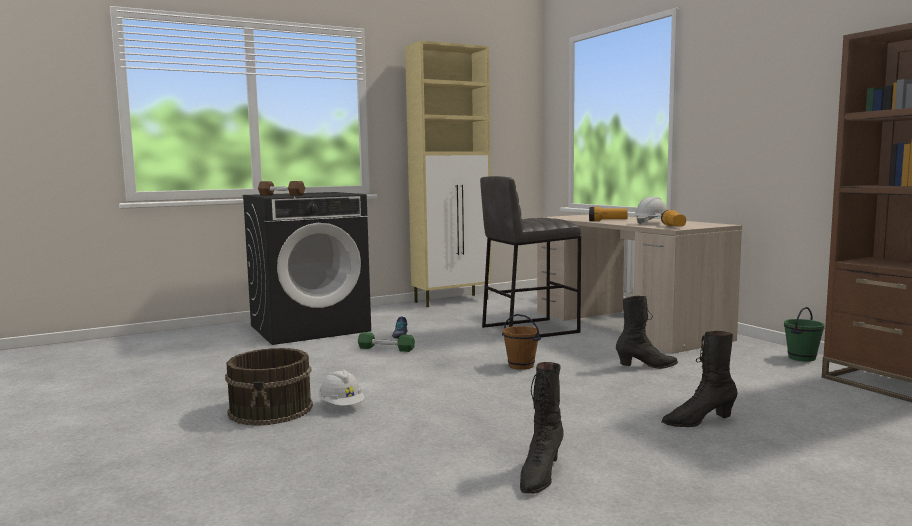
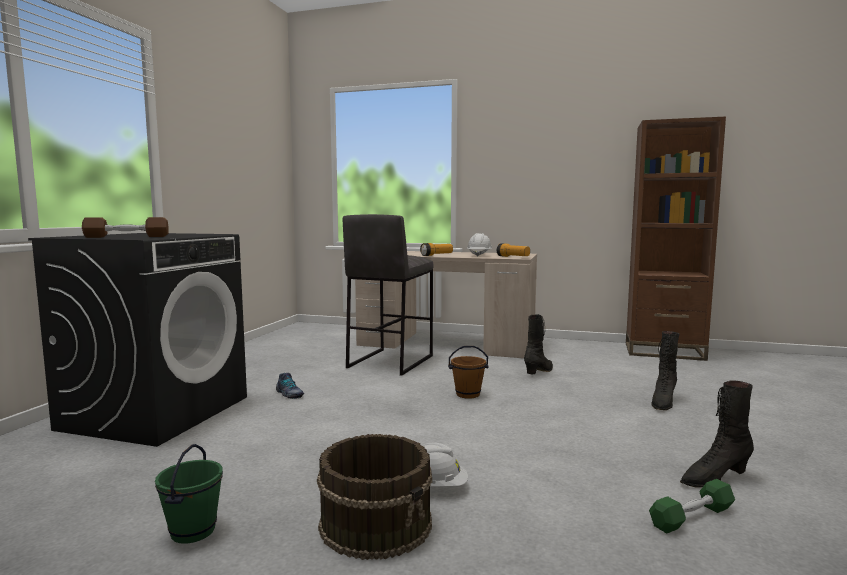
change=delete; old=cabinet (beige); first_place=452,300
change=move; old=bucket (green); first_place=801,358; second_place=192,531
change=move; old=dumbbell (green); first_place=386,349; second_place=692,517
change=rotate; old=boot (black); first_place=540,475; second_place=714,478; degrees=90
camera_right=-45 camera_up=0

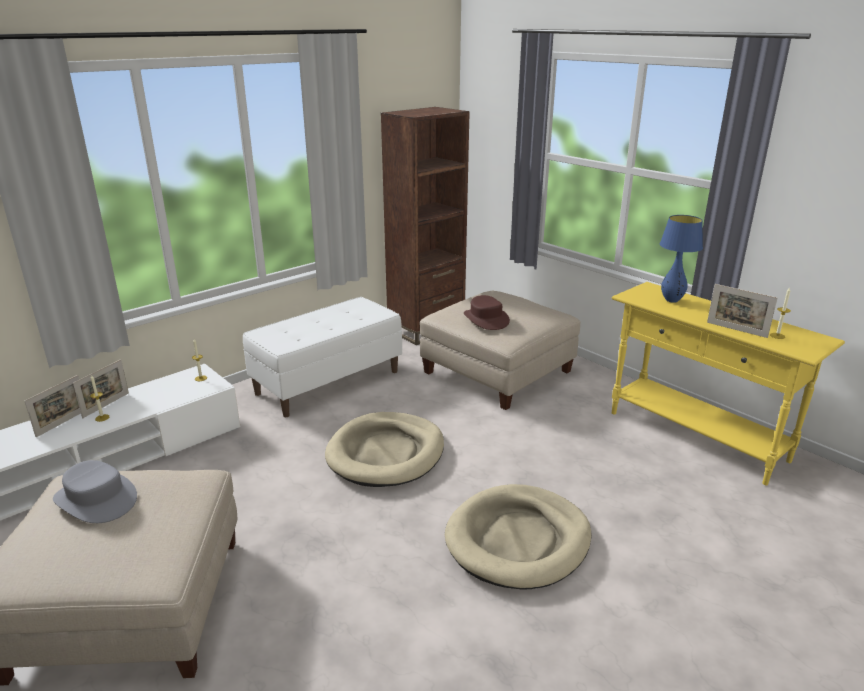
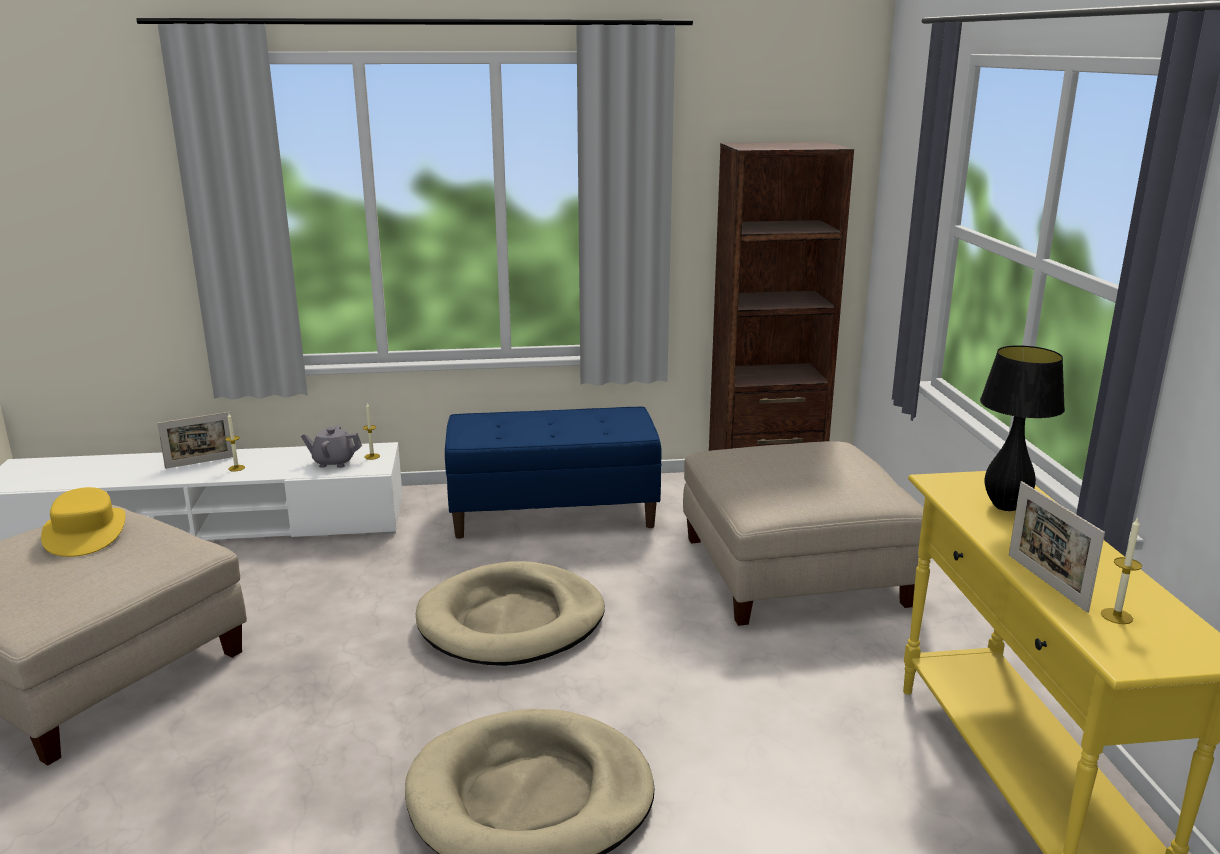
change=recolor; old=table lamp (blue); new=table lamp (black); first_place=671,300; second_place=1005,507
change=delete; old=hat (brown); first_place=485,319
change=recolor; old=bench (white); new=bench (blue); first_place=328,382; second_place=554,513
change=delete; old=picture frame; first_place=106,405
change=recolor; old=hat (grey); new=hat (yellow); first_place=96,499; second_place=86,533
change=insert; new=teapot (grey); second_place=334,462
camera_right=35 camera_up=-5

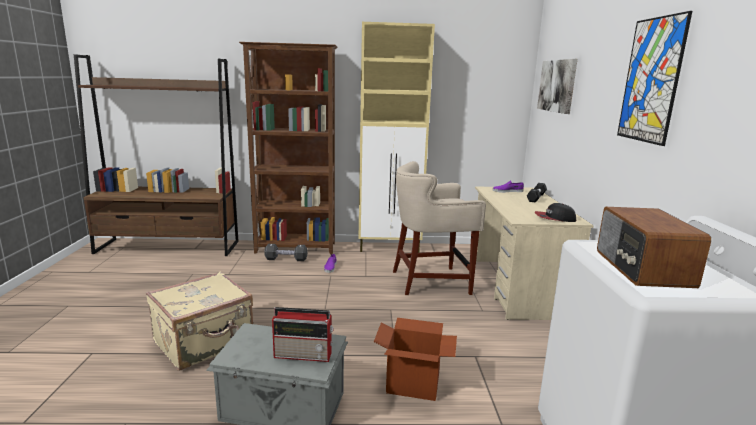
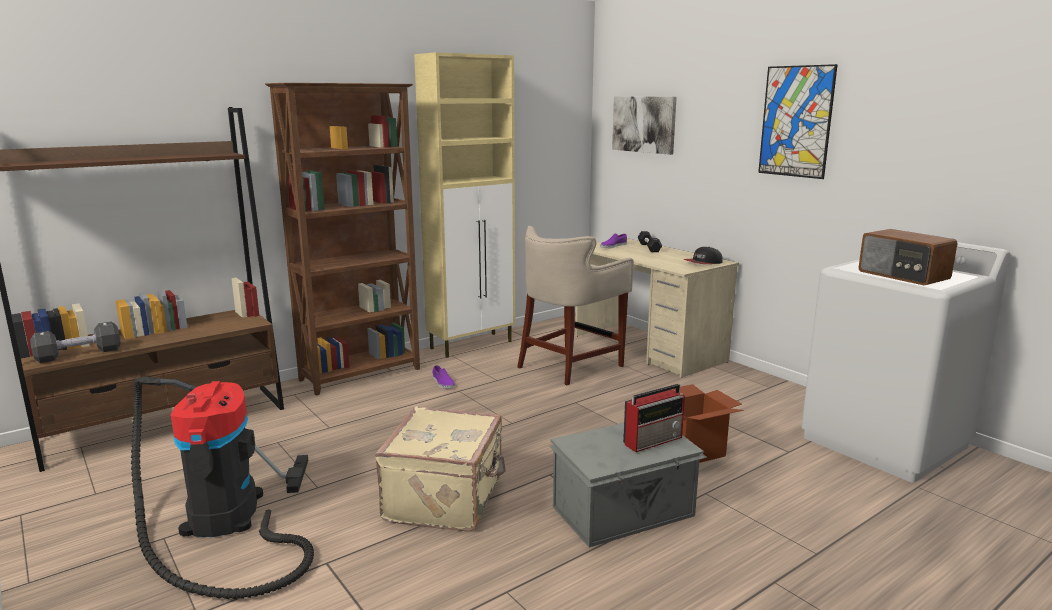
change=move; old=dumbbell (black); first_place=286,259; second_place=79,354
change=insert; new=vacuum cleaner; second_place=223,520
camera_right=-35 camera_up=0

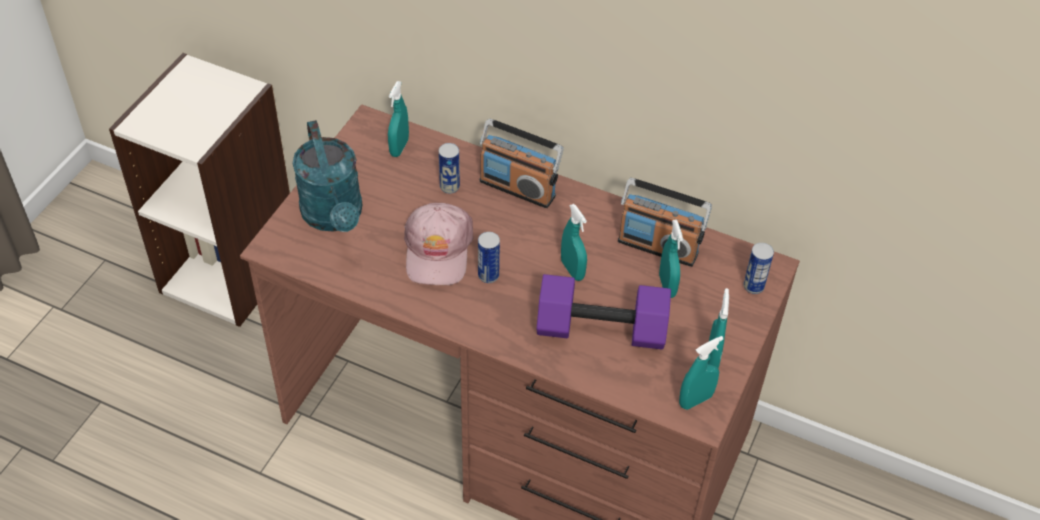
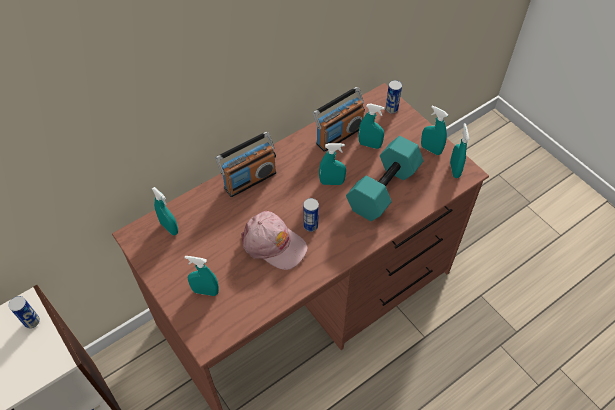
change=replace; old=watering can (turquoise); new=spray bottle (turquoise); first_place=335,217; second_place=205,291
change=move; old=can; first_place=449,187; second_place=32,321
change=recolor; old=dumbbell (purple); new=dumbbell (turquoise); first_place=602,327; second_place=383,188
camera_right=-60 camera_up=5

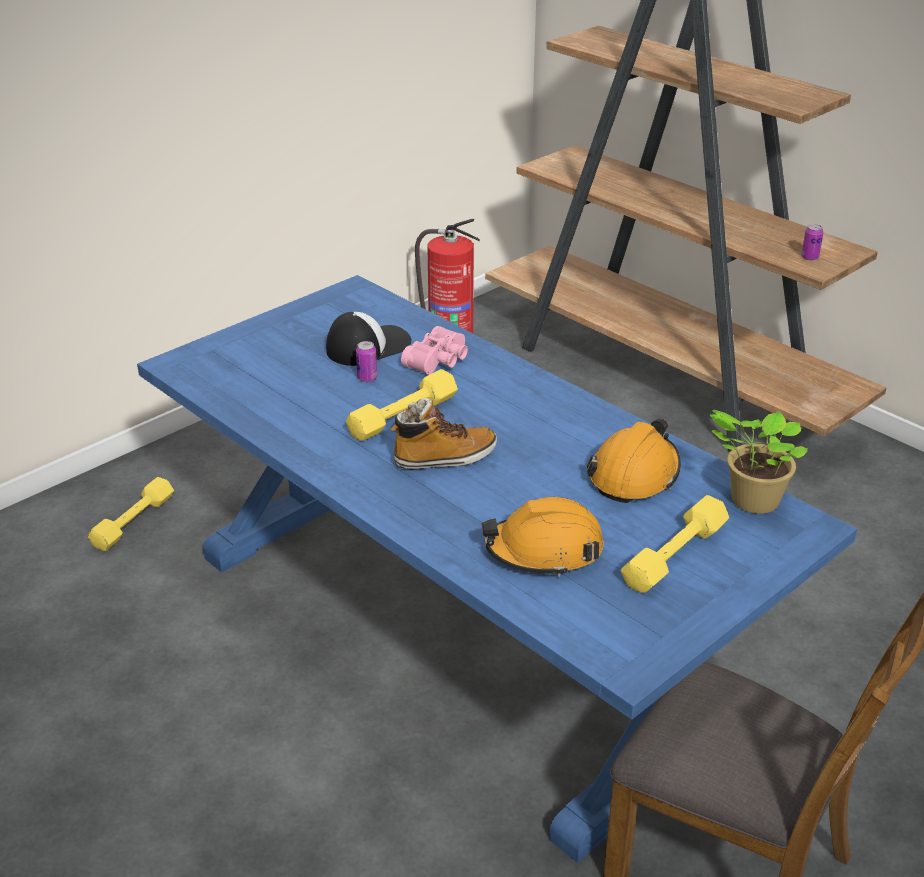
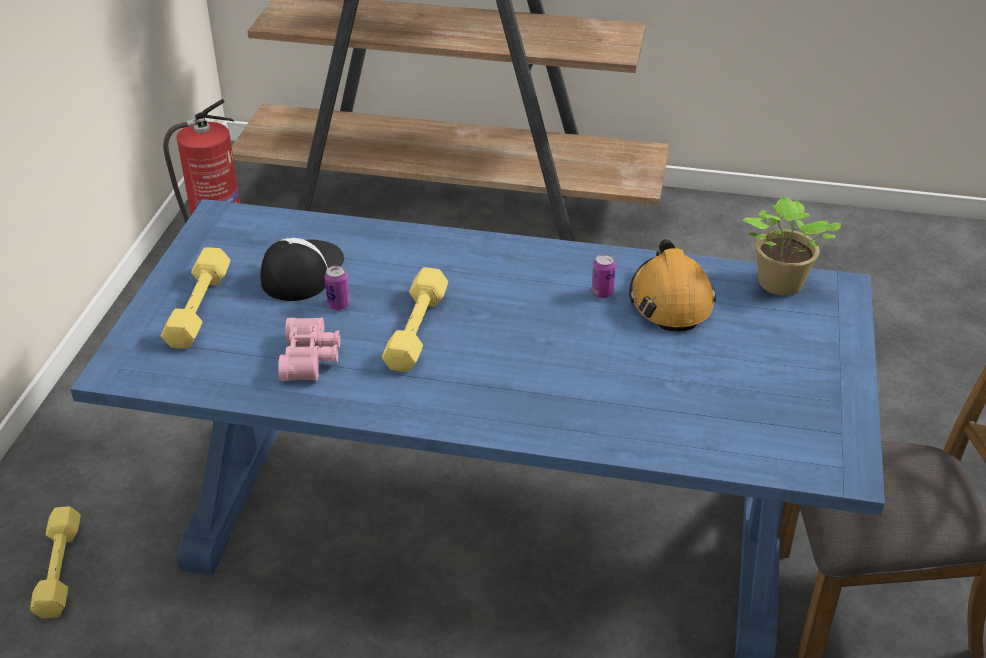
change=move; old=can; first_place=809,257; second_place=602,293
change=move; old=binoculars (pink); first_place=439,361; second_place=312,358
change=delete; old=boot; first_place=444,458
change=move; old=dumbbell (yellow); first_place=675,555; second_place=199,308
change=delete; old=hard hat (orange); first_place=544,550
camera_right=-35 camera_up=5

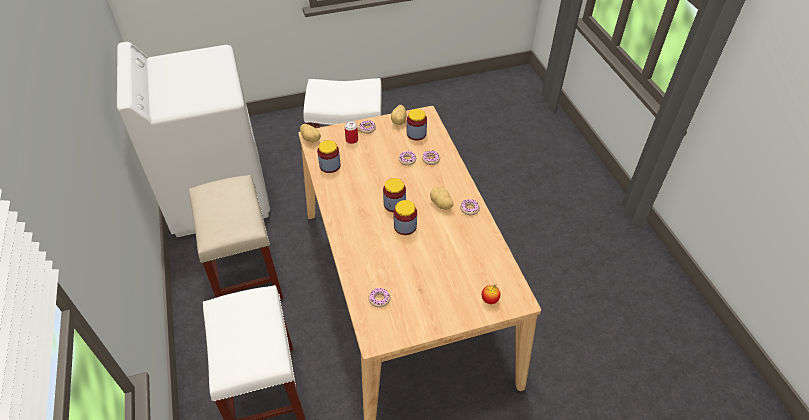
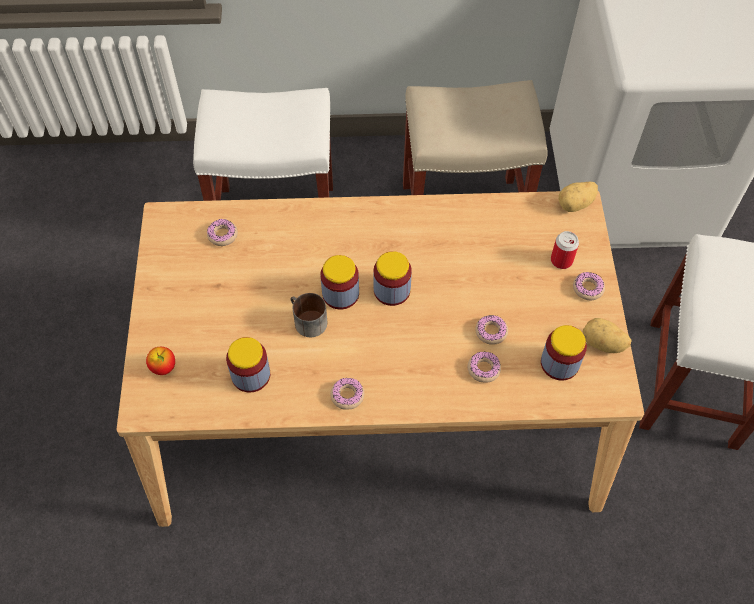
change=move; old=jar; first_place=330,165; second_place=251,375
change=delete; old=potato; first_place=441,204
change=insert; new=mug; second_place=306,321
camera_right=105 camera_up=10

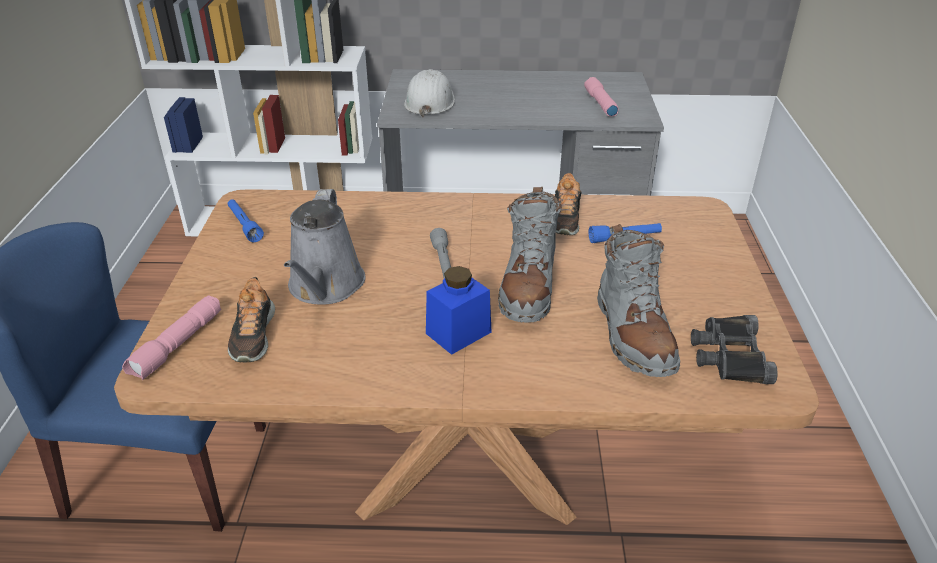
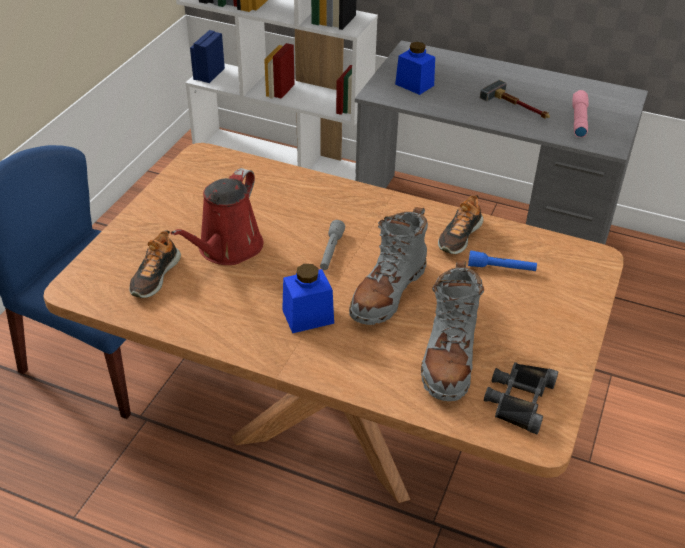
change=replace; old=hard hat (white); new=jar (blue); first_place=429,102; second_place=414,85
change=recolor; old=watering can (grey); new=watering can (red); first_place=325,287; second_place=227,249
change=delete; old=flashlight (blue); first_place=244,225
change=delete; old=flashlight (pink); first_place=178,346
change=insert; new=hammer; second_place=517,106
camera_right=20 camera_up=5

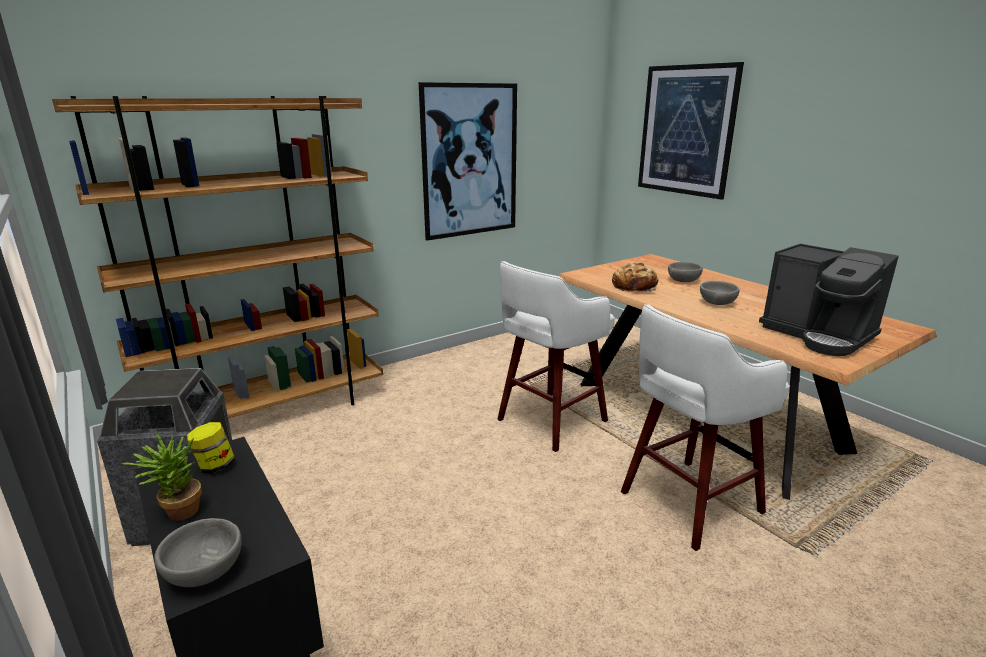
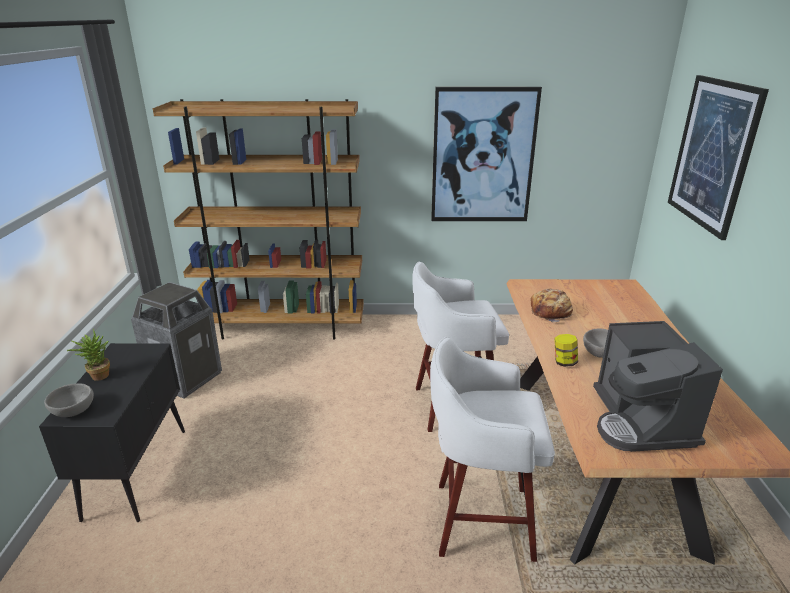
change=delete; old=bowl (grey); first_place=684,281
change=move; old=jar; first_place=215,466; second_place=564,362
camera_right=35 camera_up=5

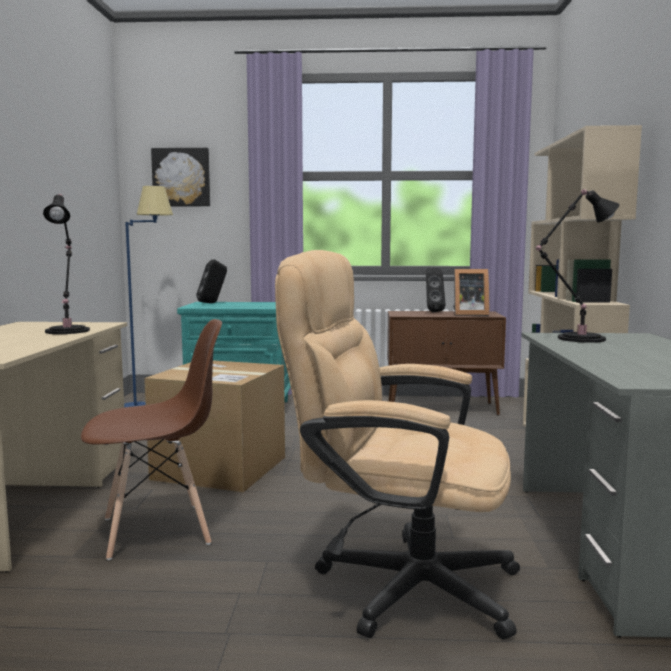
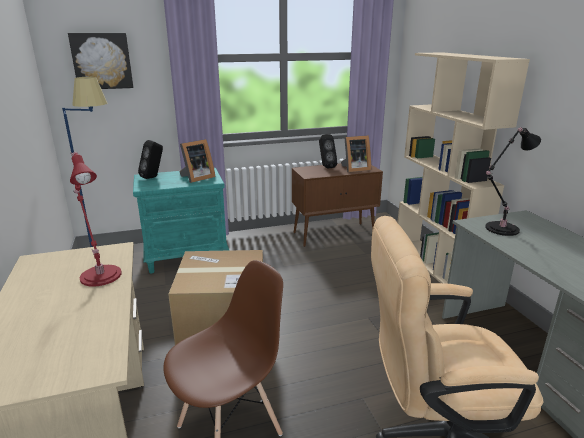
change=recolor; old=table lamp (black); new=table lamp (red); first_place=68,330; second_place=100,274
change=insert; new=picture frame; second_place=196,178
camera_right=-20 camera_up=15

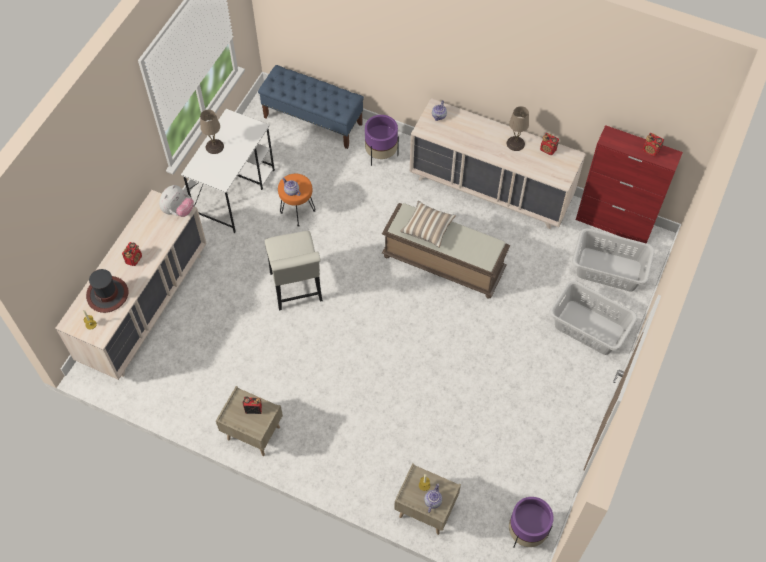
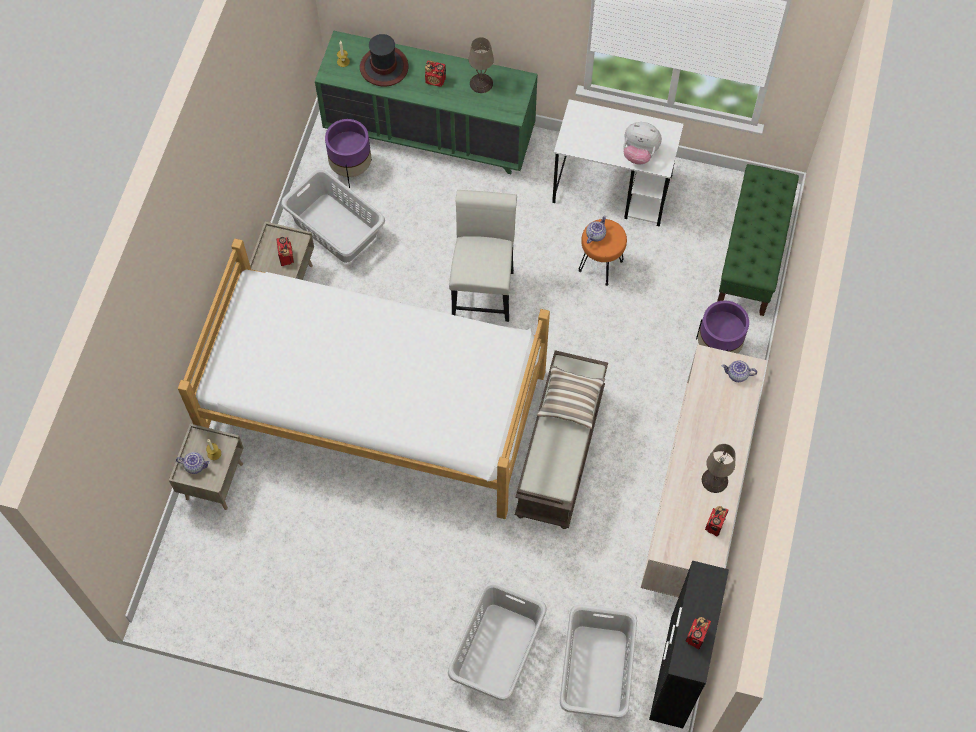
change=recolor; old=bench (blue); new=bench (green); first_place=313,121; second_place=752,255
change=move; old=table lamp (beige); first_place=215,147; second_place=481,83
change=recolor; old=cabinet (red); new=cabinet (black); first_place=614,224; second_place=676,672
change=move; old=plush toy; first_place=178,210; second_place=639,153
change=recolor; old=dresser (beige); new=dresser (green); first_place=145,306; second_place=430,134
change=rotate; old=chair (white); first_place=297,290; second_place=483,288; degrees=120
change=move; old=planter (purple); first_place=526,532; second_place=351,168
change=insert; new=laundry basket (grey); second_place=335,229
change=insert; new=bed; second_place=375,407
camera_right=80 camera_up=5

